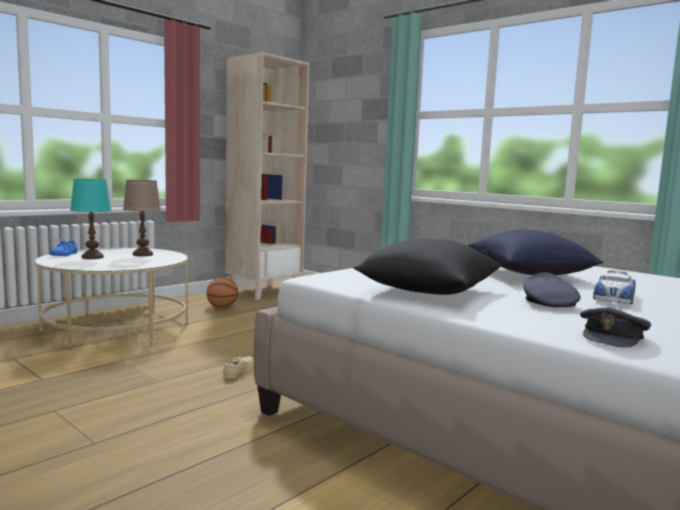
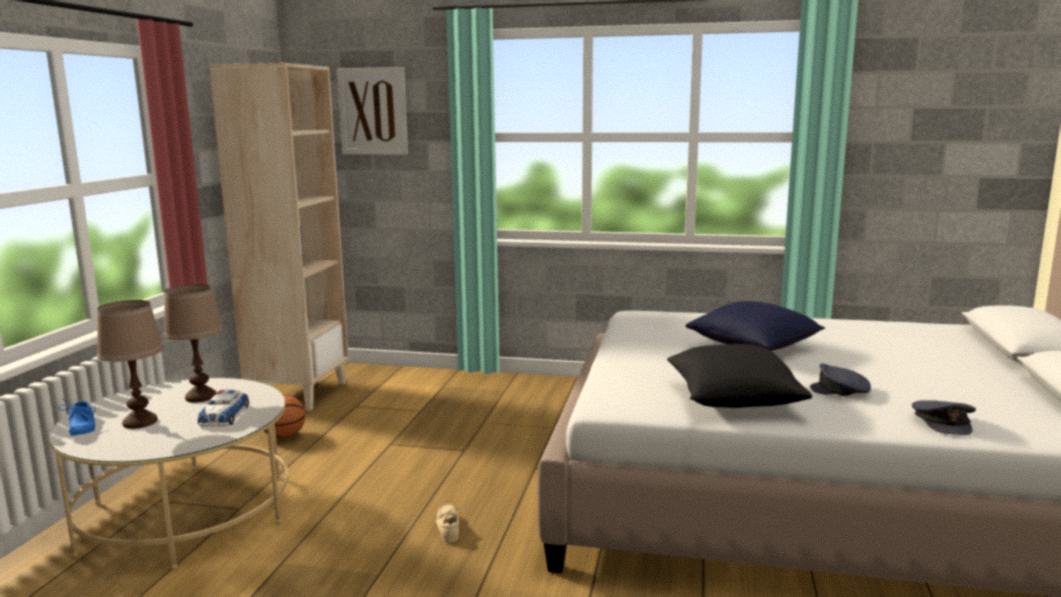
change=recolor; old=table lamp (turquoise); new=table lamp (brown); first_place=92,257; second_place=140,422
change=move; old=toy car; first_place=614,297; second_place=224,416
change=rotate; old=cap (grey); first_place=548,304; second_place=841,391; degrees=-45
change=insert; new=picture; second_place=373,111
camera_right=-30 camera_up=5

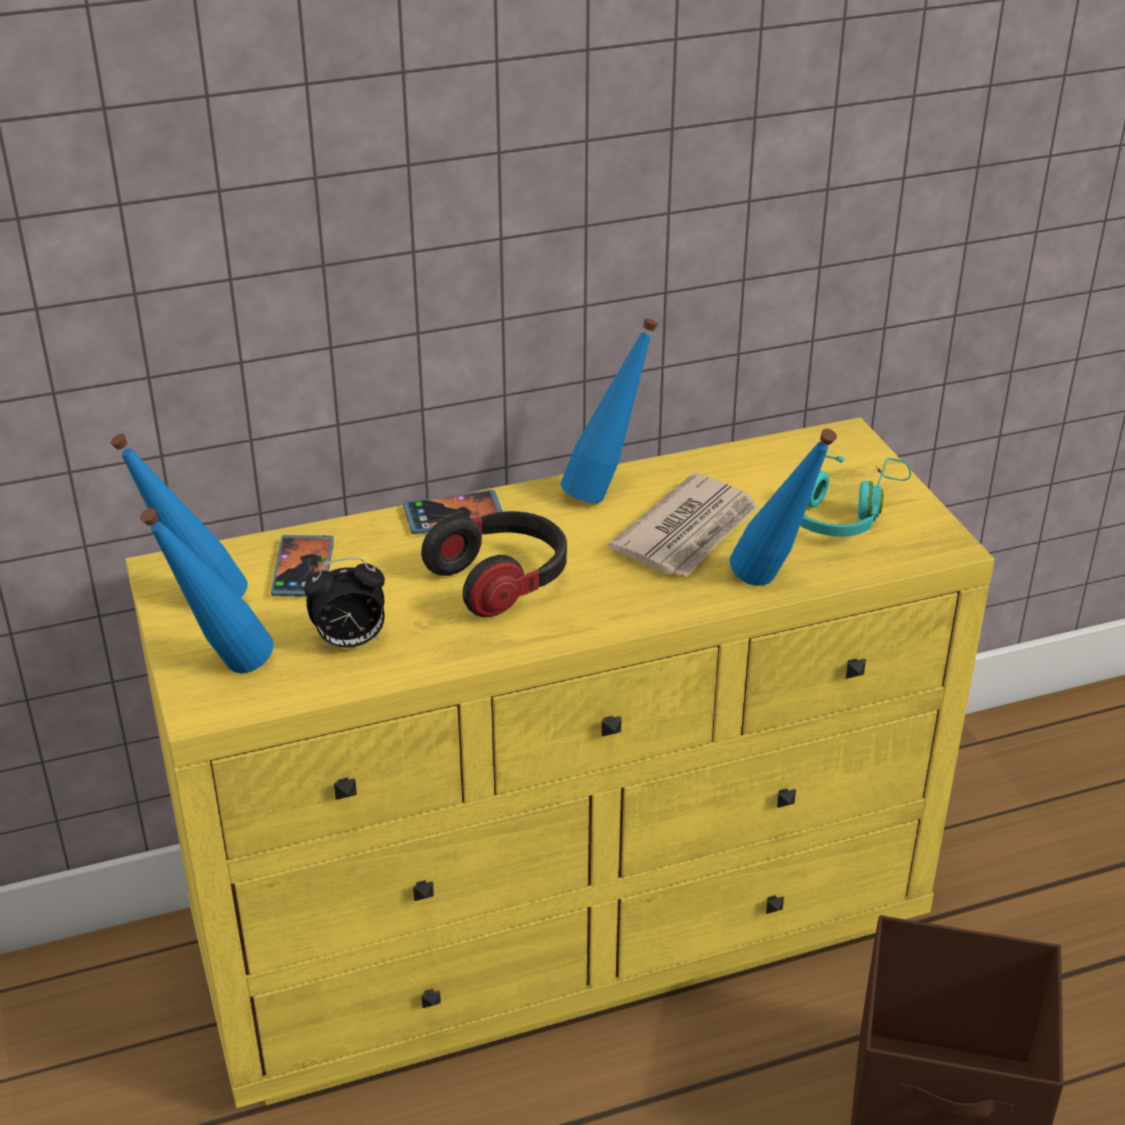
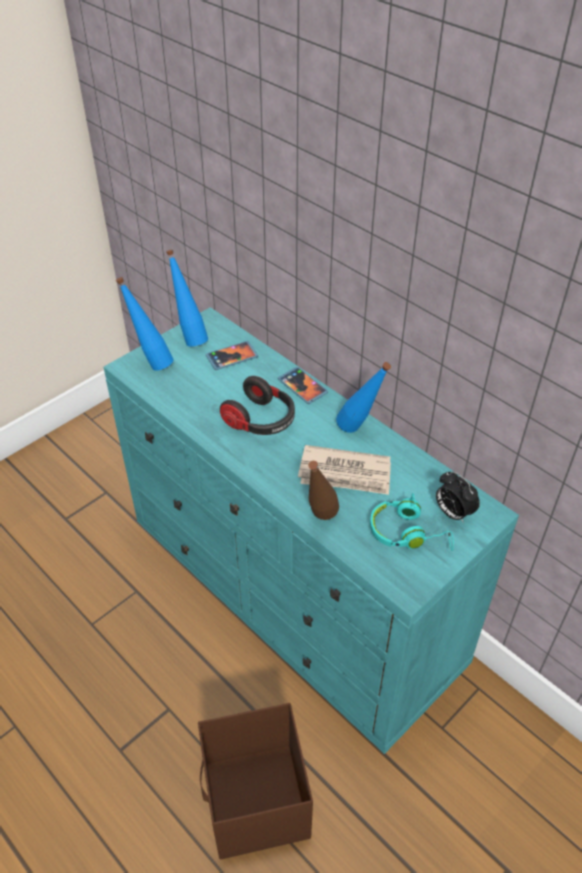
change=recolor; old=dresser (yellow); new=dresser (turquoise); first_place=566,923; second_place=294,594
change=recolor; old=bottle (blue); new=bottle (brown); first_place=774,586; second_place=319,522
change=move; old=alarm clock; first_place=350,642; second_place=452,513
camera_right=65 camera_up=10

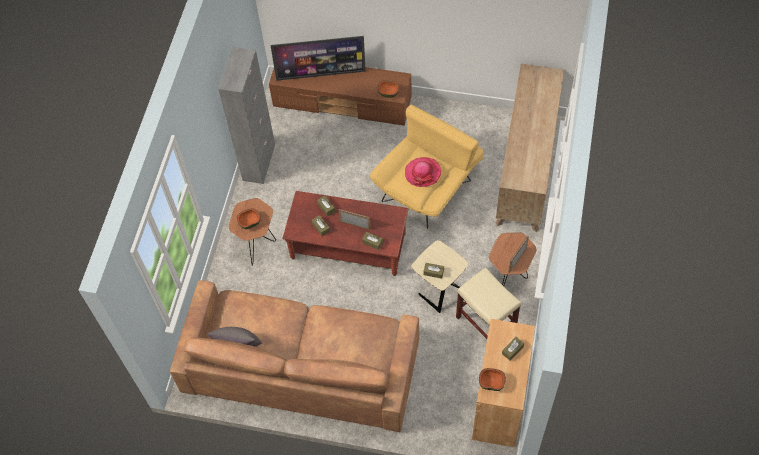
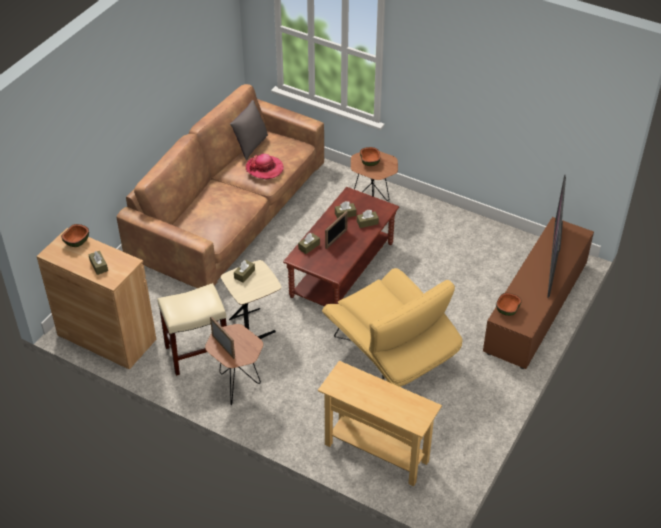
change=delete; old=cabinet (grey); first_place=259,162
change=replace; old=dresser (brown); new=console table (beige); first_place=526,169; second_place=376,452
change=move; old=hat; first_place=423,173; second_place=264,168
camera_right=105 camera_up=-15

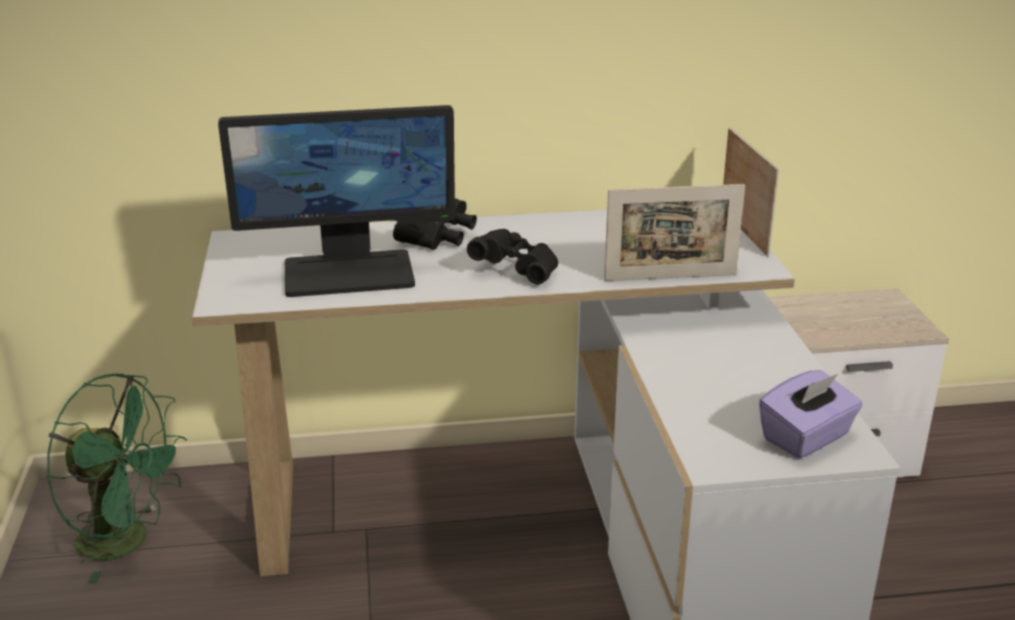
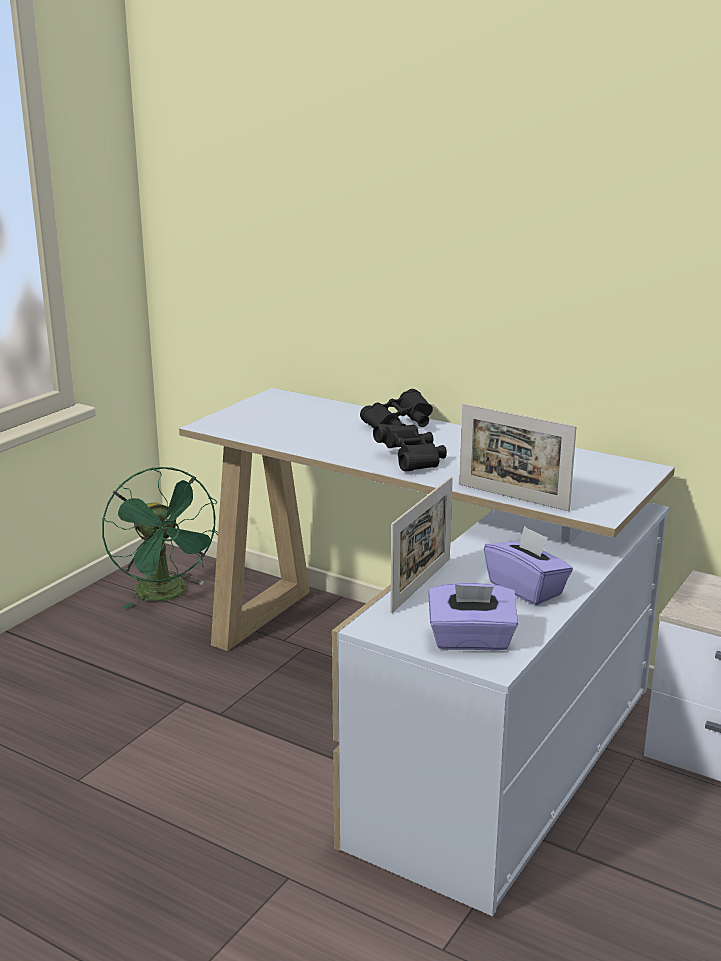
change=delete; old=monitor; first_place=349,273
change=move; old=picture frame; first_place=743,231; second_place=421,585
change=insert; new=tissue box (purple); second_place=526,589
camera_right=40 camera_up=-5

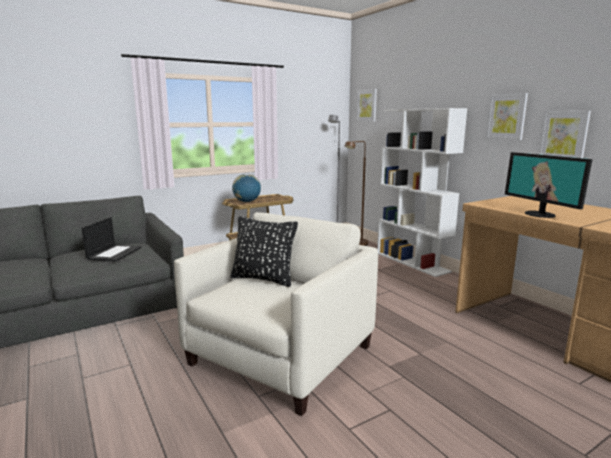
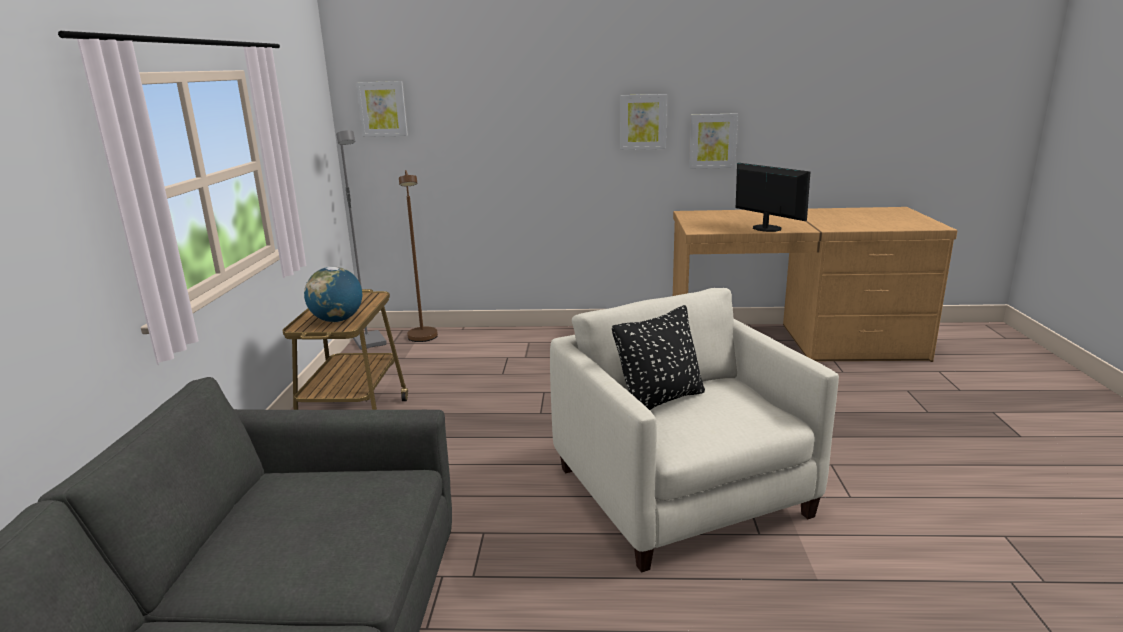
change=delete; old=bookcase (white); first_place=412,262
change=rotate; old=monitor; first_place=540,214; second_place=766,228; degrees=-135
change=delete; old=laptop; first_place=114,253
camera_right=-55 camera_up=5

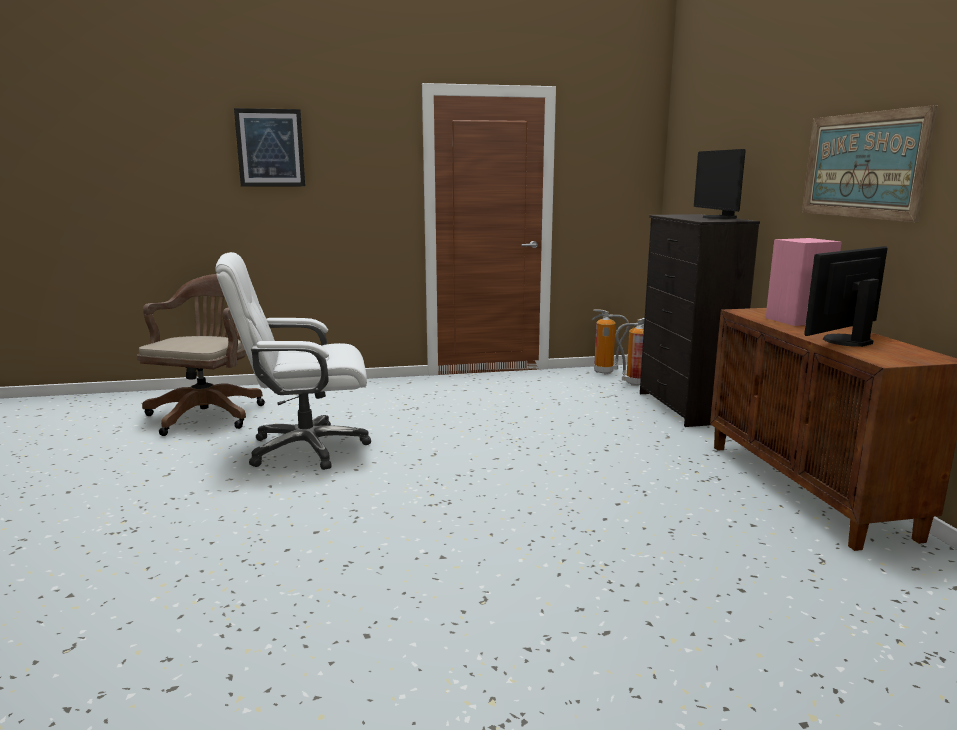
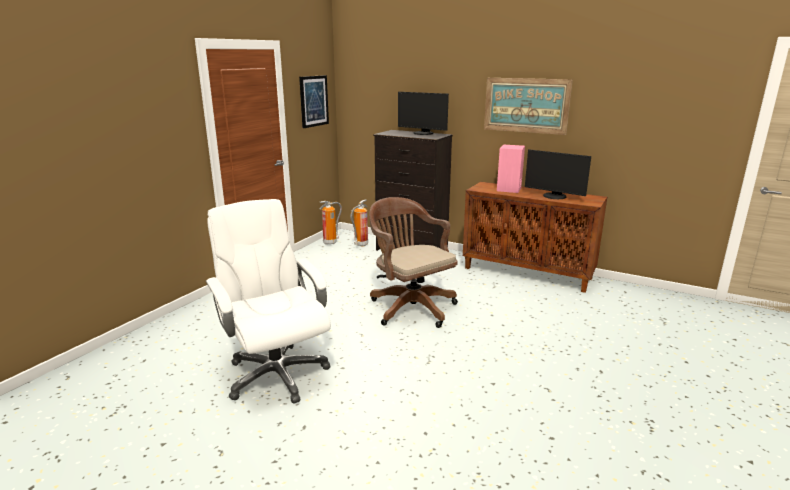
change=move; old=picture; first_place=270,148; second_place=313,101
change=rotate; old=monitor; first_place=845,340; second_place=554,196; degrees=-60
change=rotate; old=office chair (white); first_place=305,448; second_place=276,374; degrees=120
change=move; old=office chair (brown); first_place=209,414; second_place=410,306
camera_right=-50 camera_up=5

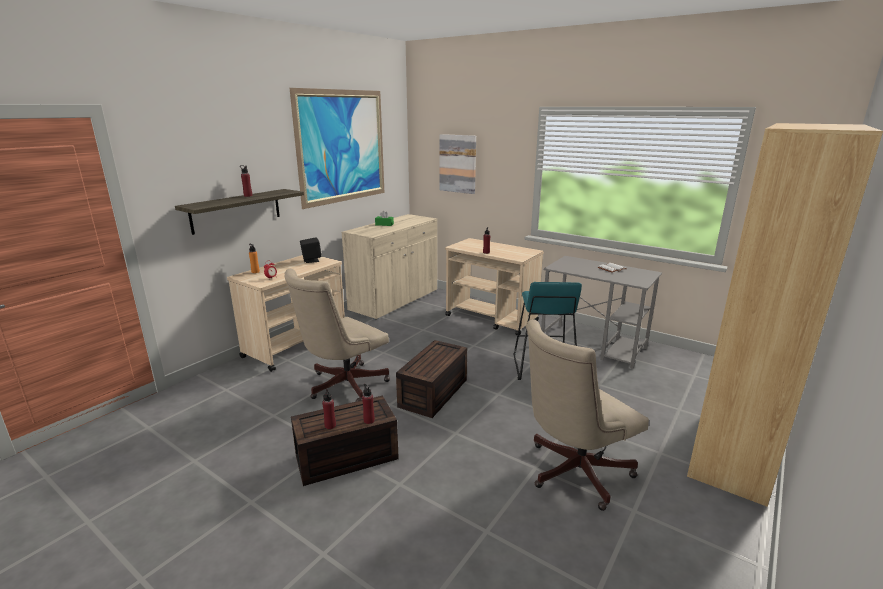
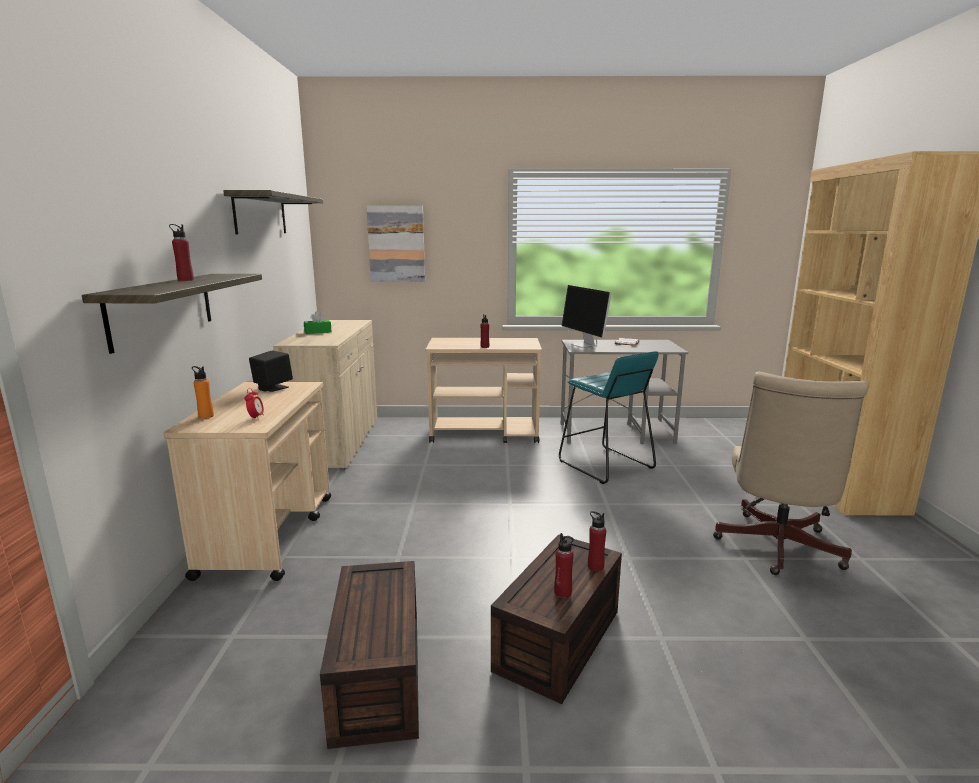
change=replace; old=picture; new=shelf; first_place=342,147; second_place=260,214
change=delete; old=office chair (beige); first_place=342,386
change=move; old=storage box (brown); first_place=434,393; second_place=380,677
change=insert; new=monitor; second_place=584,345
camera_right=-35 camera_up=-5

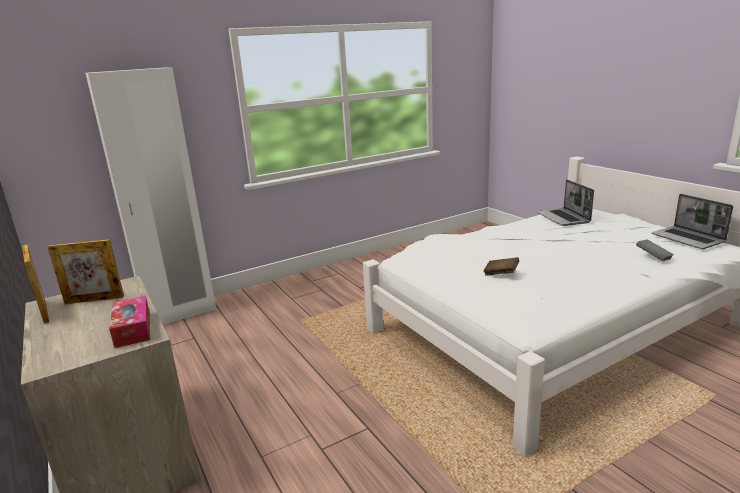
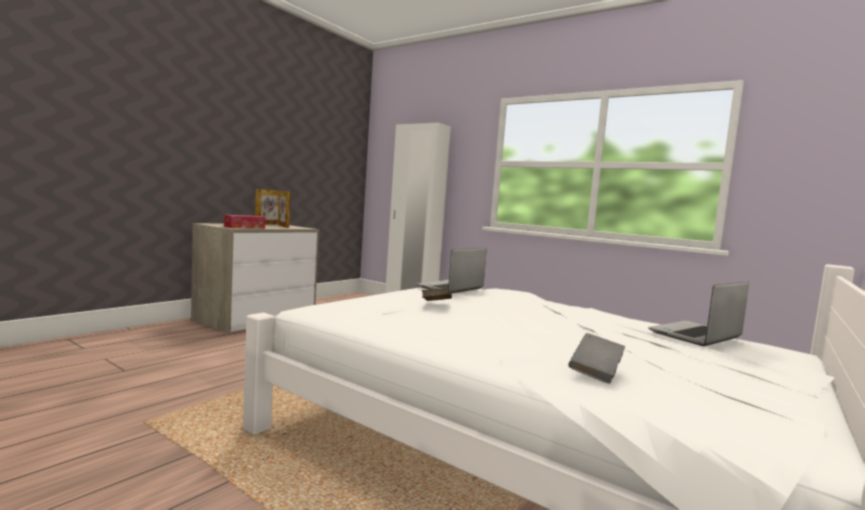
change=move; old=laptop; first_place=688,239; second_place=450,288
camera_right=65 camera_up=-15

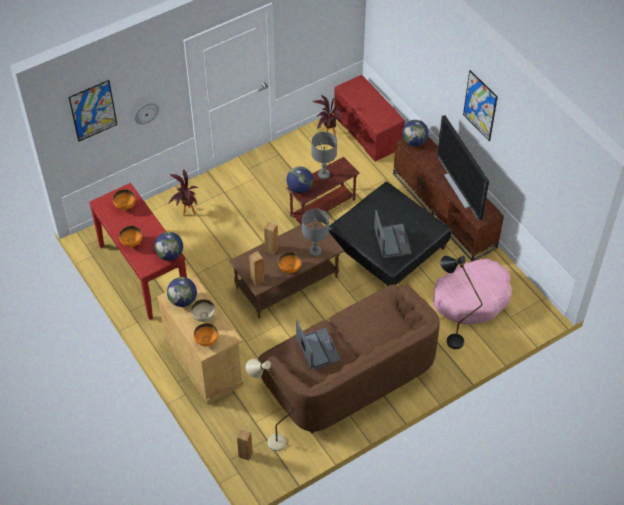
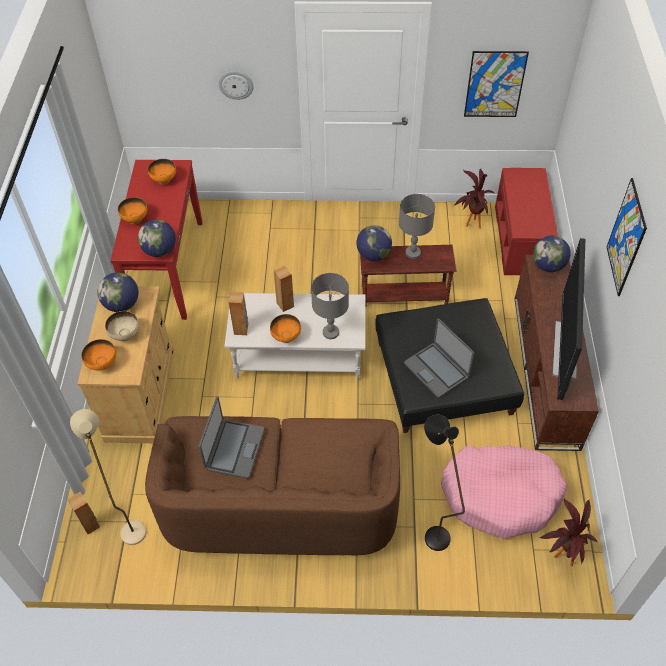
change=move; old=picture; first_place=93,110; second_place=495,84
change=move; old=potted plant; first_place=186,214; second_place=559,558
change=rotate; old=laptop; first_place=392,242; second_place=436,370; degrees=120
change=recolor; old=coffee table (brown); new=coffee table (white); first_place=287,283; second_place=298,357
camera_right=35 camera_up=0

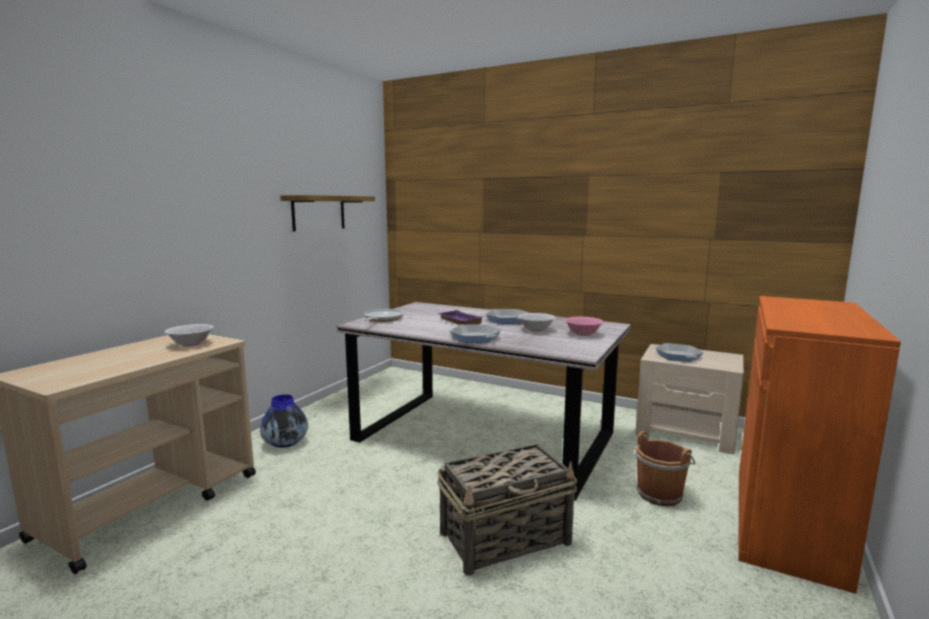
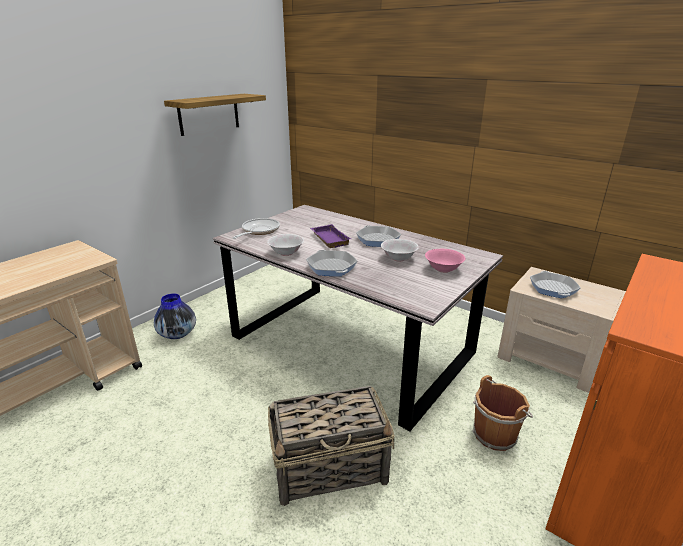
change=move; old=bowl (white); first_place=191,344; second_place=286,253
camera_right=10 camera_up=15

